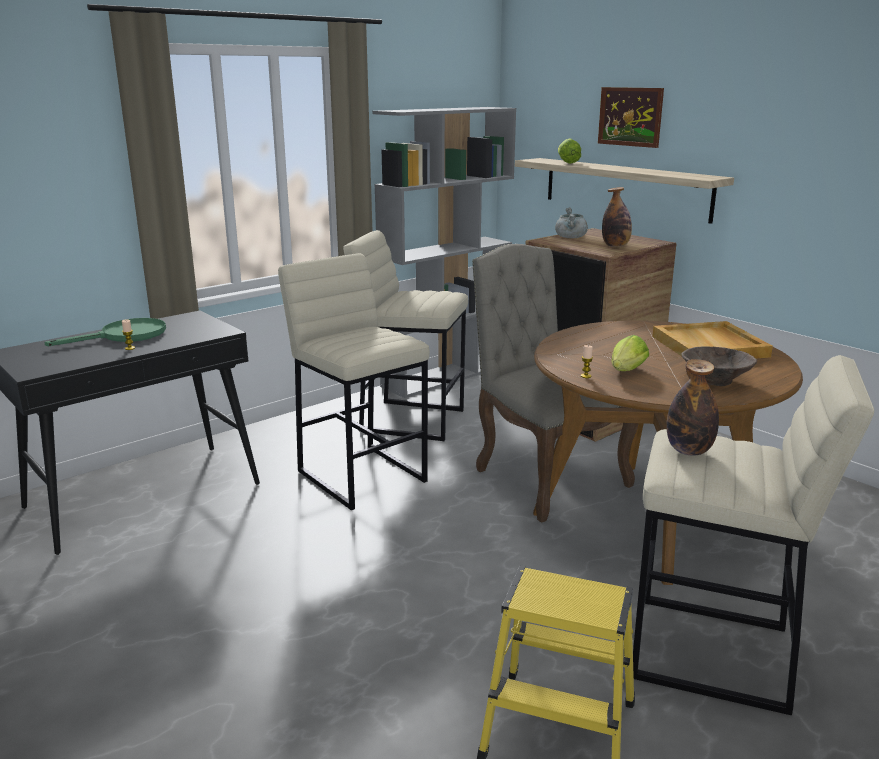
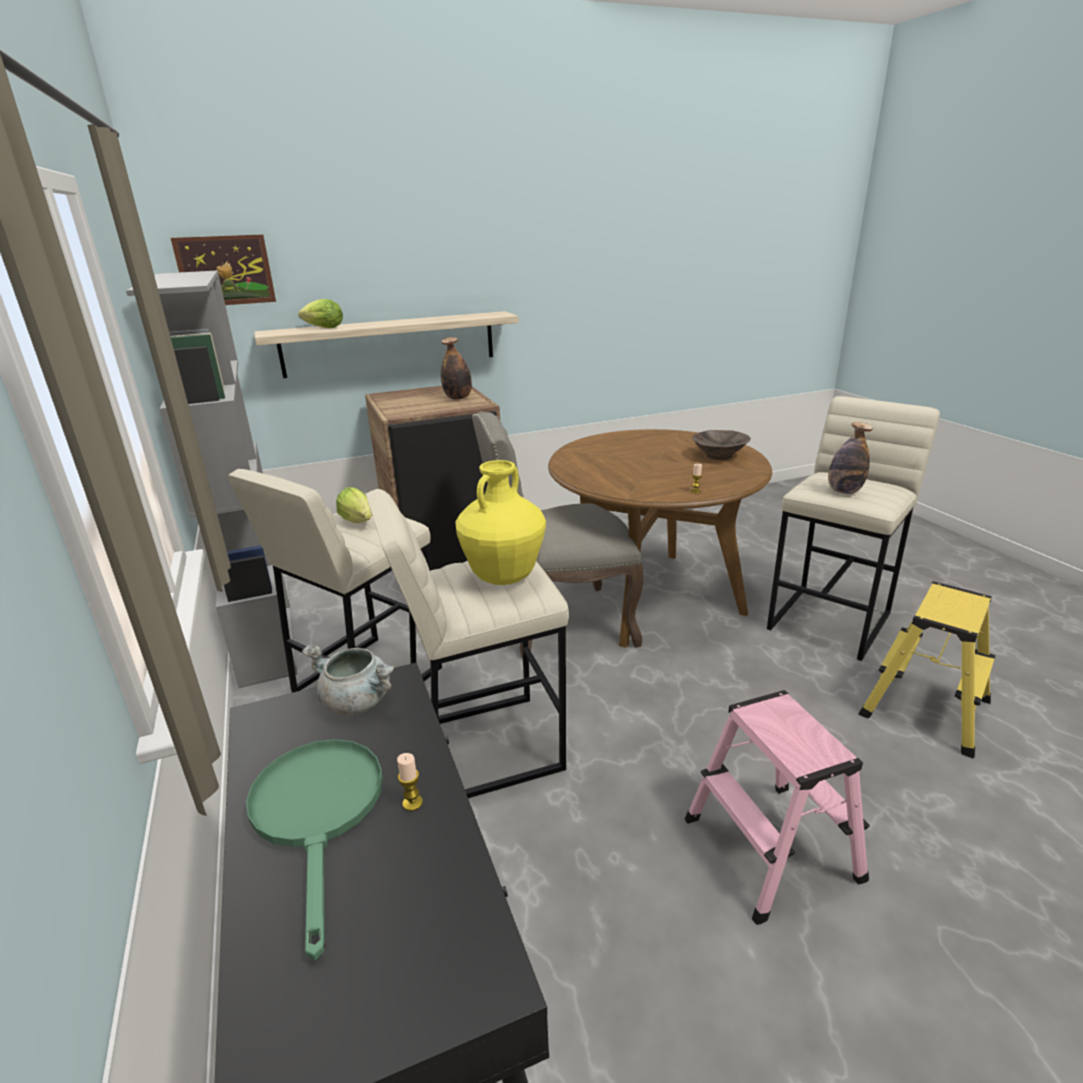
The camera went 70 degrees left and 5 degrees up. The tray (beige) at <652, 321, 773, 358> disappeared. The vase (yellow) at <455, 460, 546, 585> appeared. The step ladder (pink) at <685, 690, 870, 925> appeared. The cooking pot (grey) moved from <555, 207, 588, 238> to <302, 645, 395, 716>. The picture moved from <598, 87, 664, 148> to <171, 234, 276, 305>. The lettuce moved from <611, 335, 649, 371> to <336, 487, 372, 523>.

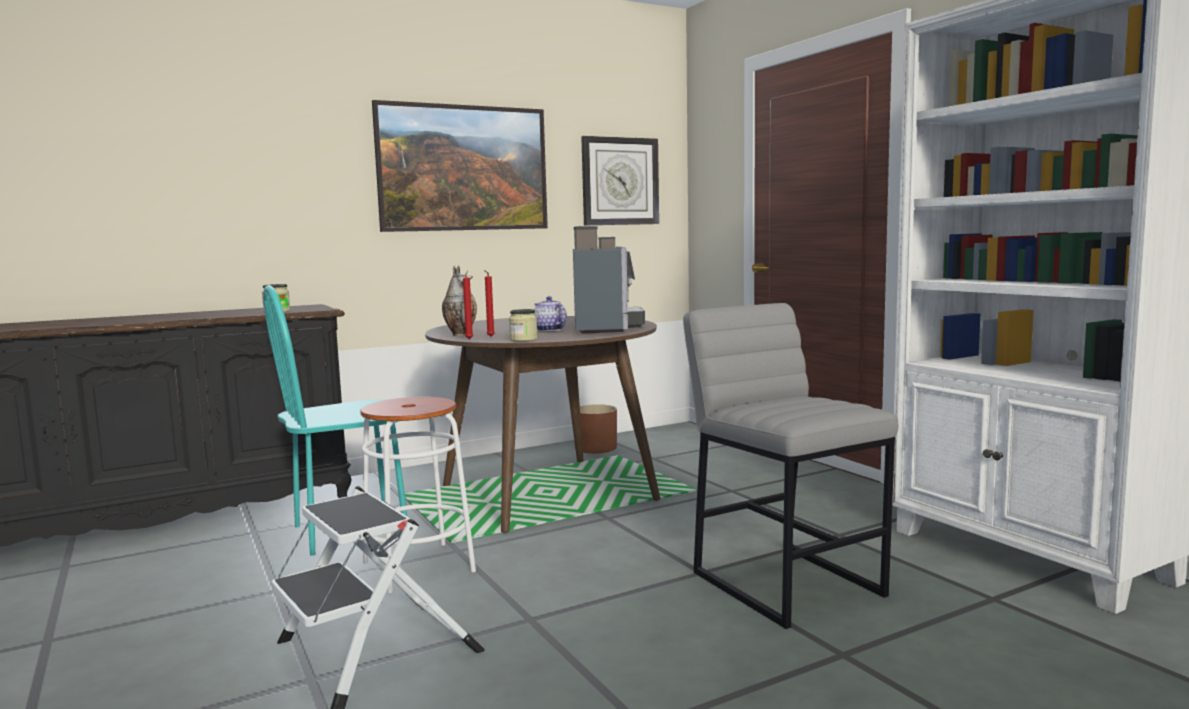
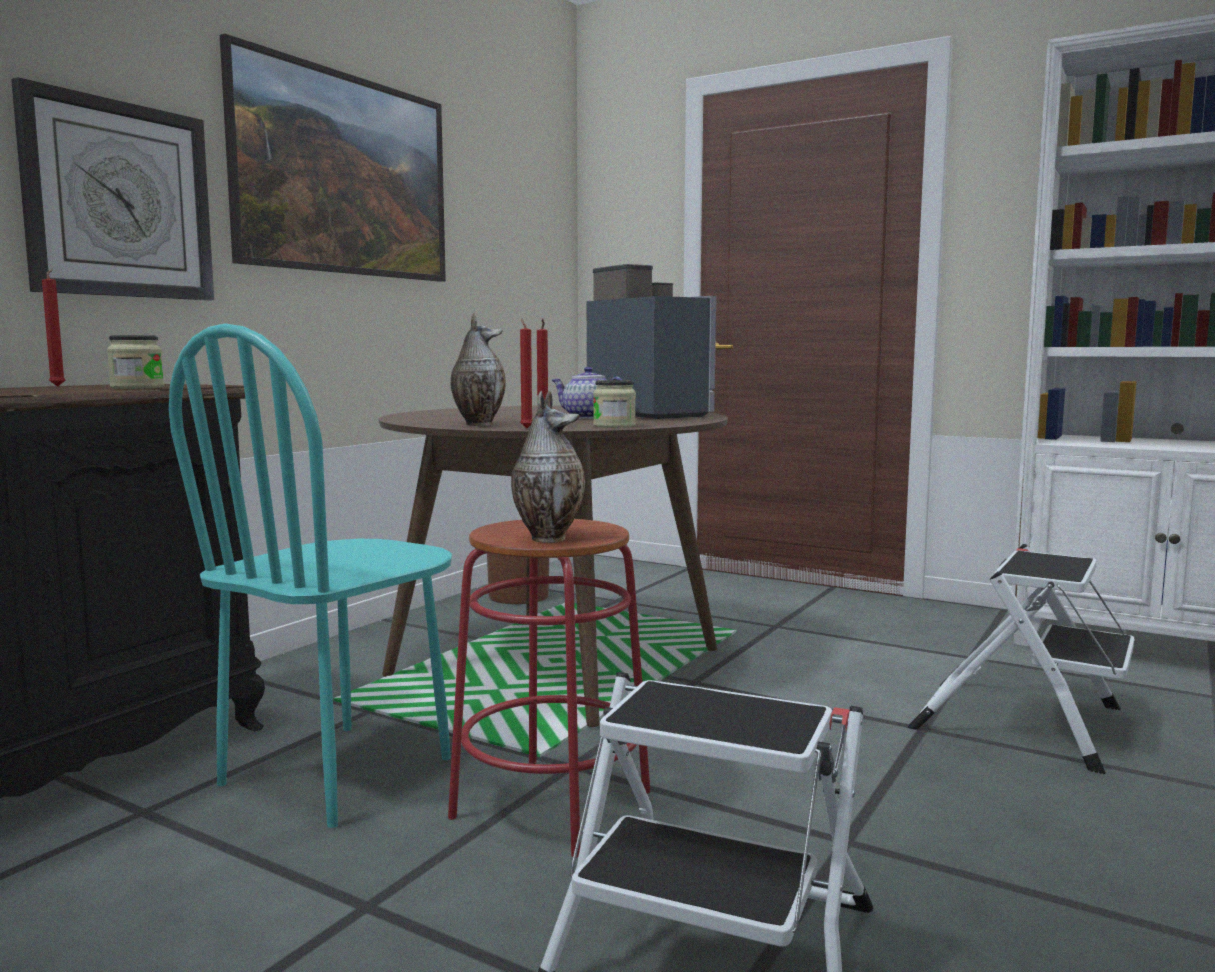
The camera went 30 degrees left and 0 degrees up. The candle (red) at <42, 269, 65, 387> appeared. The vase at <511, 391, 585, 543> appeared. The wall clock moved from <581, 136, 659, 225> to <11, 77, 214, 300>. The chair (grey) at <683, 303, 898, 629> was replaced by the step ladder at <908, 544, 1134, 774>. The stool (white) at <360, 397, 476, 593> became the stool (red) at <448, 519, 650, 858>.

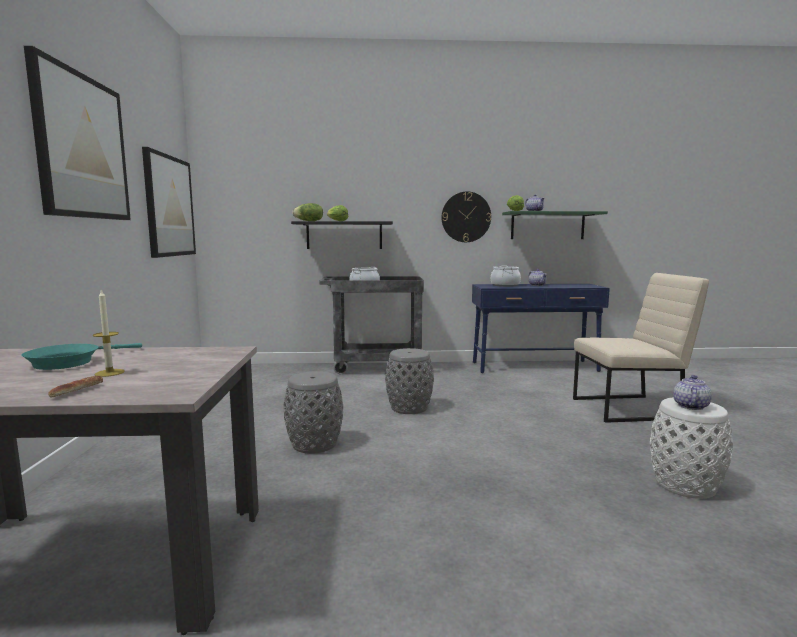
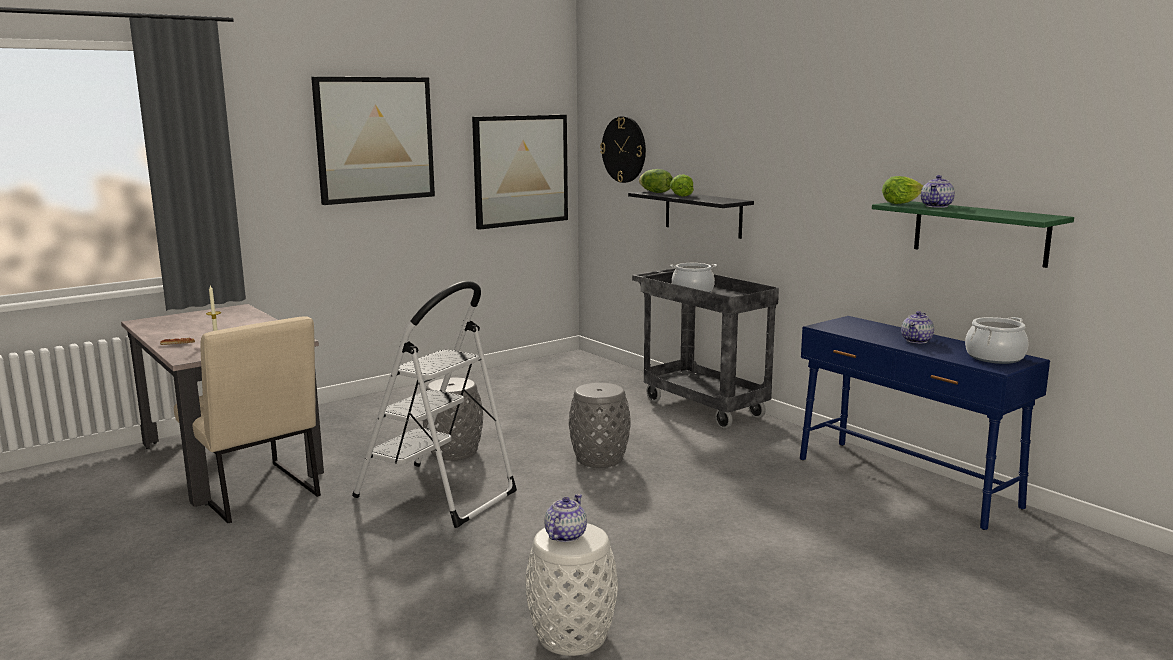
The camera went 55 degrees right and 5 degrees up. The frying pan (turquoise) at <21, 343, 142, 370> disappeared. The step ladder at <352, 281, 517, 528> appeared. The wall clock moved from <442, 192, 491, 242> to <600, 116, 646, 183>. The cooking pot moved from <491, 265, 521, 287> to <965, 317, 1028, 364>. The chair (beige) moved from <573, 273, 709, 423> to <174, 316, 321, 523>. The teapot at <673, 375, 712, 410> turned 60 degrees counterclockwise.

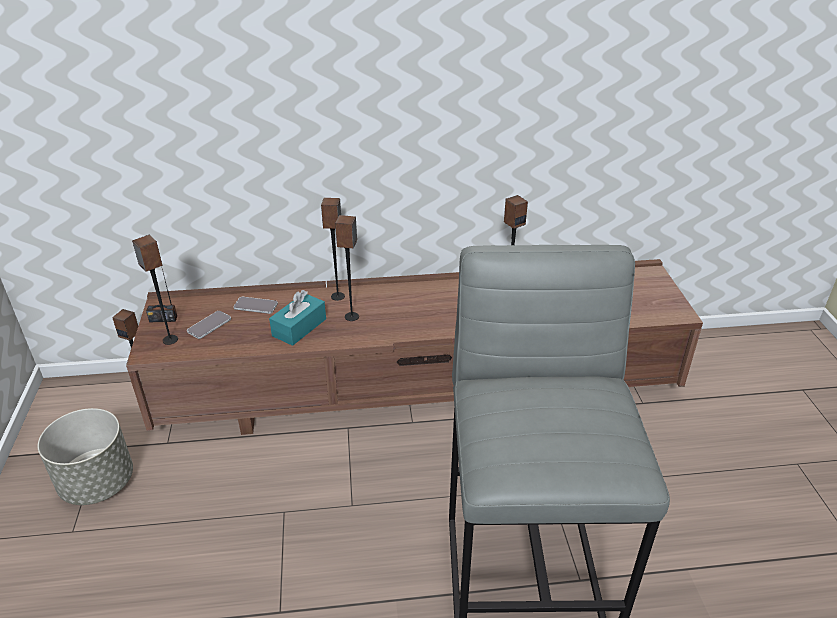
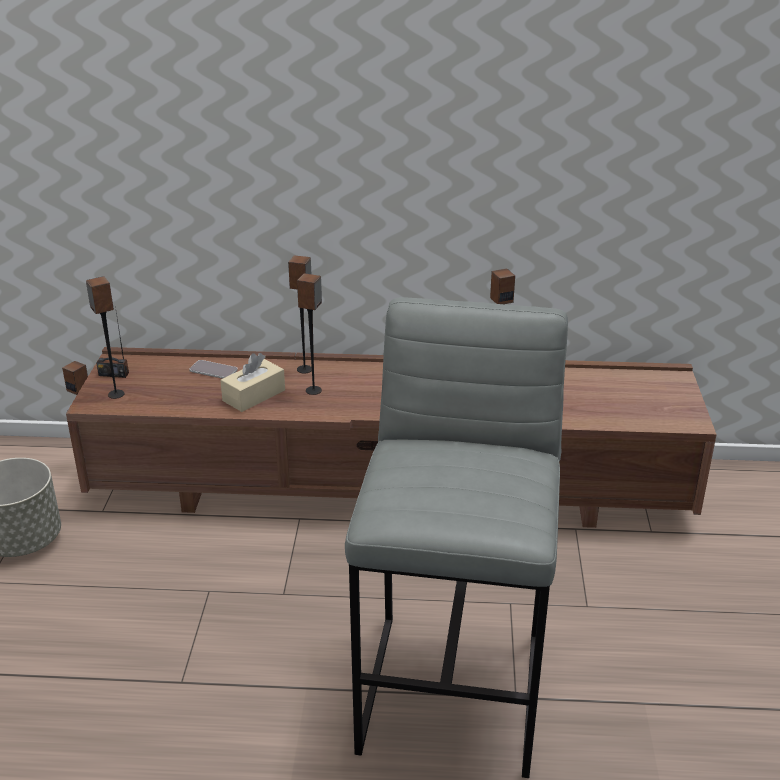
The camera went 10 degrees right and 5 degrees down. The phone at <187, 311, 231, 339> disappeared. The tissue box (turquoise) at <269, 290, 326, 346> became the tissue box (beige) at <220, 353, 285, 412>.

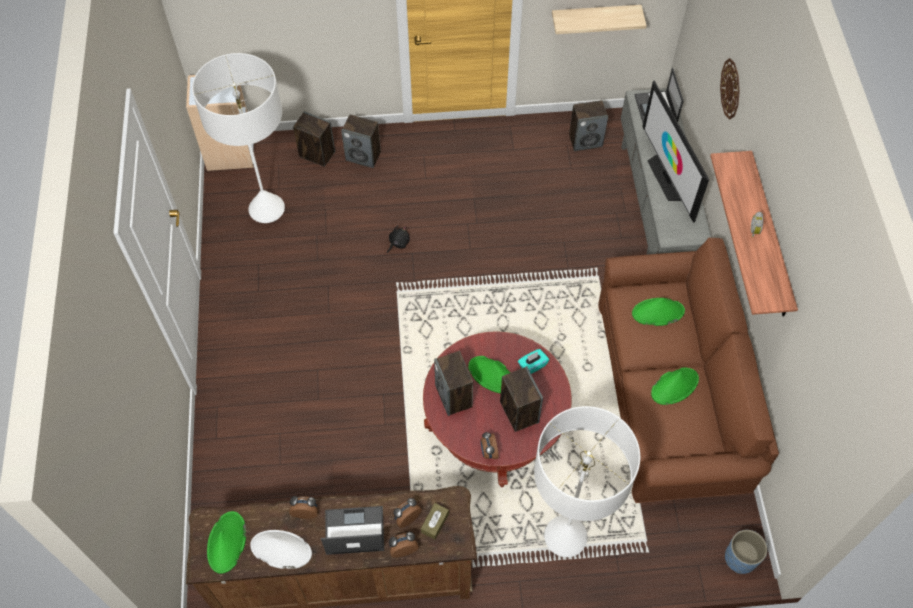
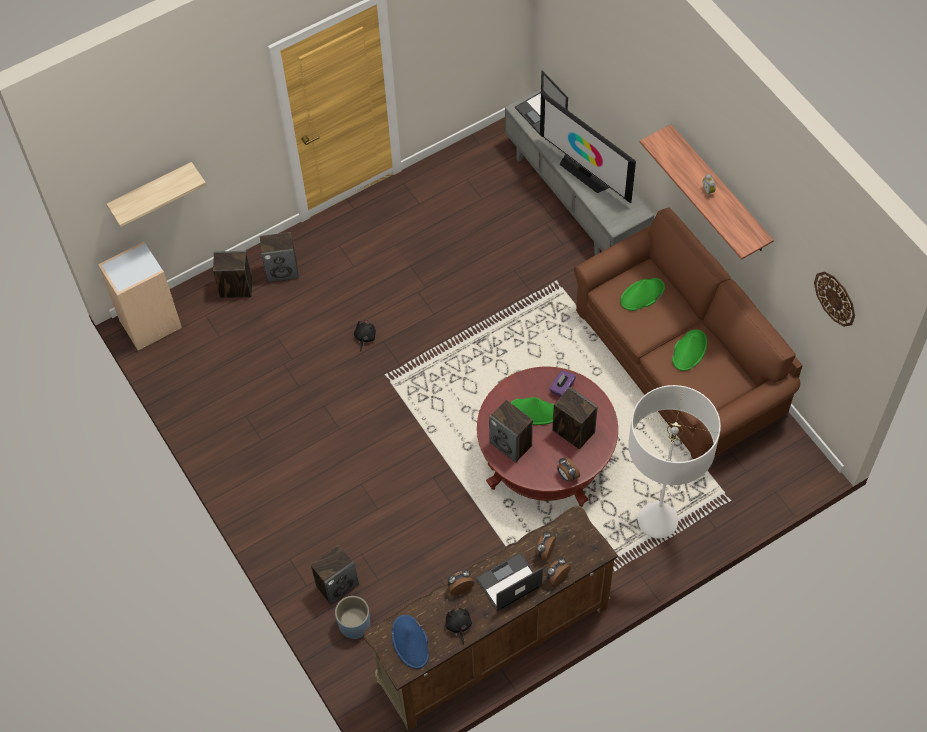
The camera went 25 degrees left and 0 degrees up. The floor lamp (white) at <192, 53, 285, 223> disappeared. The tissue box (brown) at <421, 503, 449, 540> disappeared. The shelf moved from <552, 5, 647, 34> to <106, 162, 206, 227>. The speaker moved from <569, 100, 608, 151> to <311, 545, 359, 605>. The wall clock moved from <720, 58, 740, 119> to <814, 271, 855, 327>. The planter (blue) moved from <725, 530, 767, 574> to <335, 596, 370, 639>. The hat (white) at <250, 530, 312, 569> was replaced by the plush toy (black) at <446, 605, 472, 644>. The hat (green) at <207, 511, 246, 574> became the hat (blue) at <392, 615, 429, 669>. The tissue box (turquoise) at <518, 349, 549, 374> became the tissue box (purple) at <550, 370, 576, 397>.

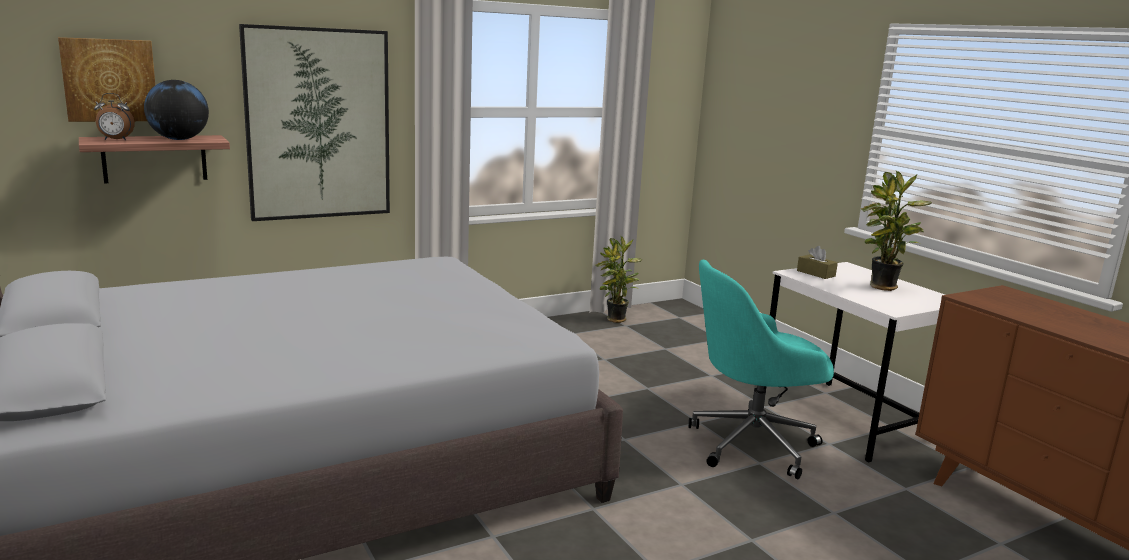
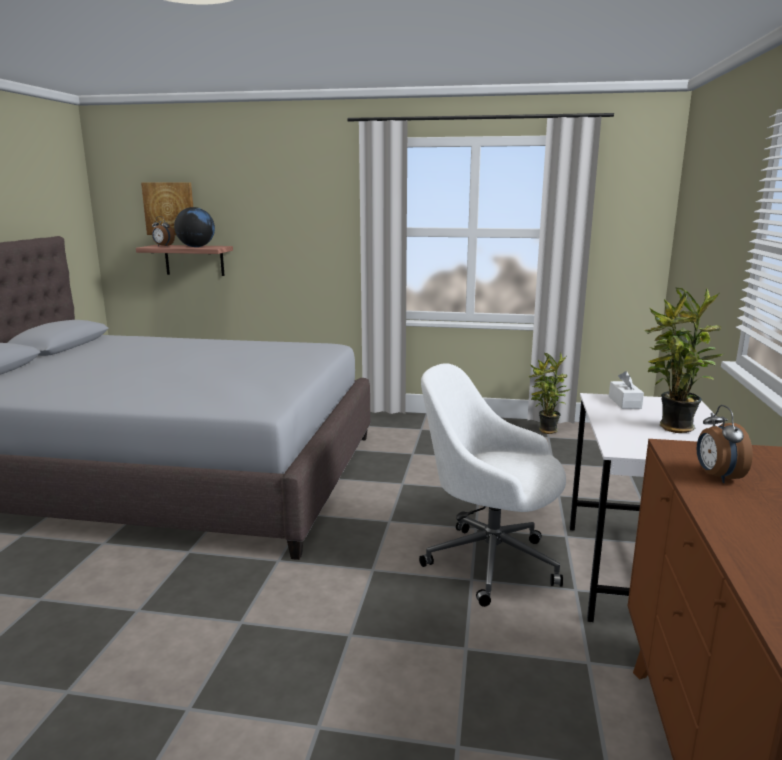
The camera went 40 degrees right and 0 degrees up. The picture at <239, 24, 390, 221> disappeared. The alarm clock at <697, 405, 753, 483> appeared. The office chair (turquoise) at <688, 260, 834, 479> became the office chair (white) at <419, 363, 566, 607>. The tissue box (brown) at <797, 246, 838, 279> became the tissue box (white) at <609, 371, 644, 409>.

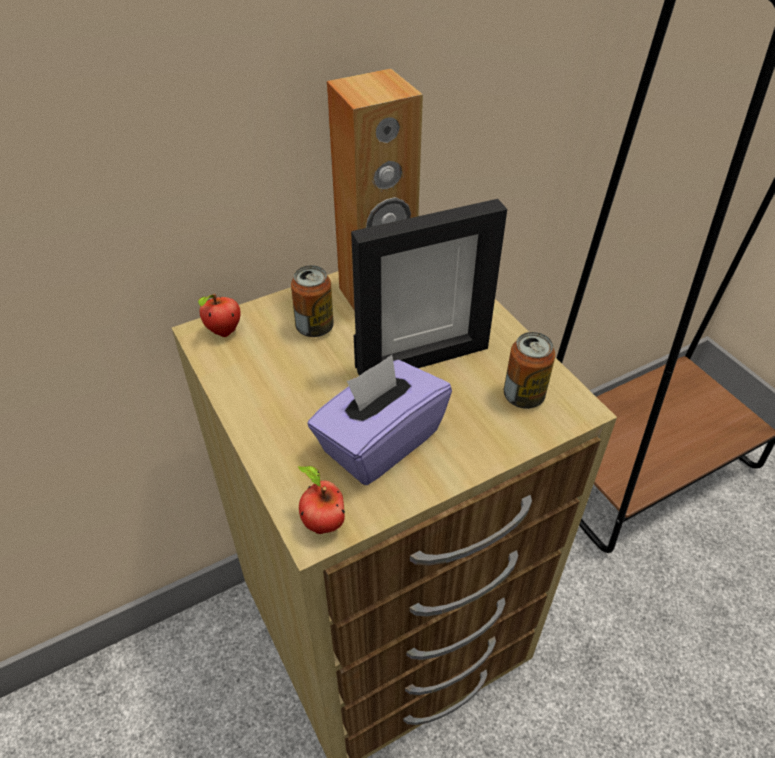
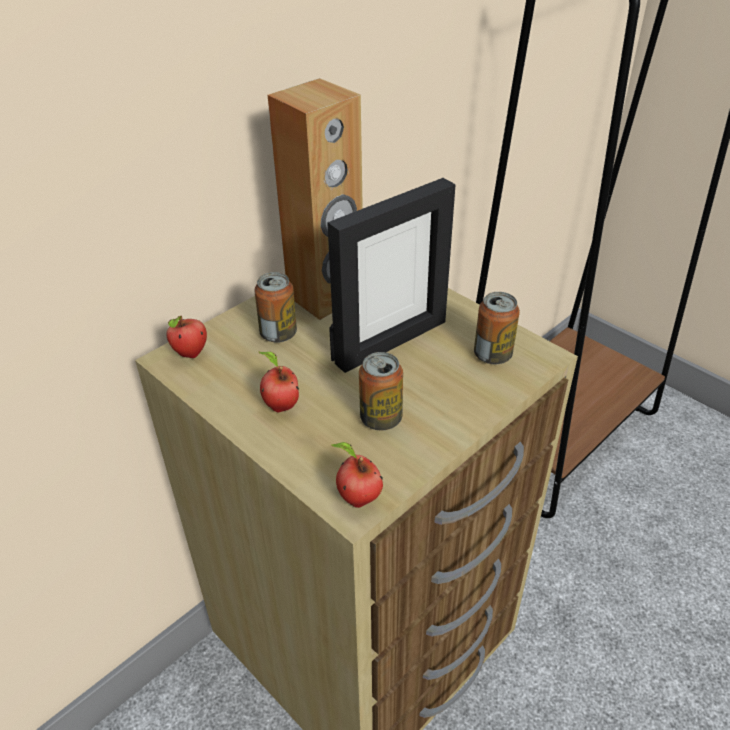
The camera went 15 degrees left and 5 degrees down. The apple at <259, 352, 299, 412> appeared. The tissue box (purple) at <307, 355, 452, 485> was replaced by the can at <359, 352, 403, 430>.

